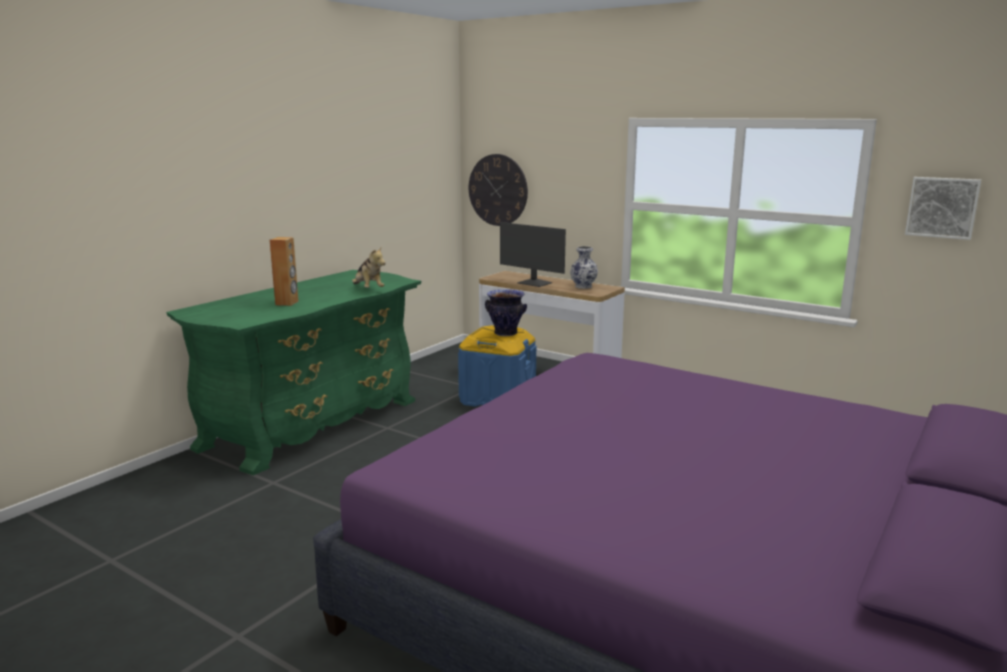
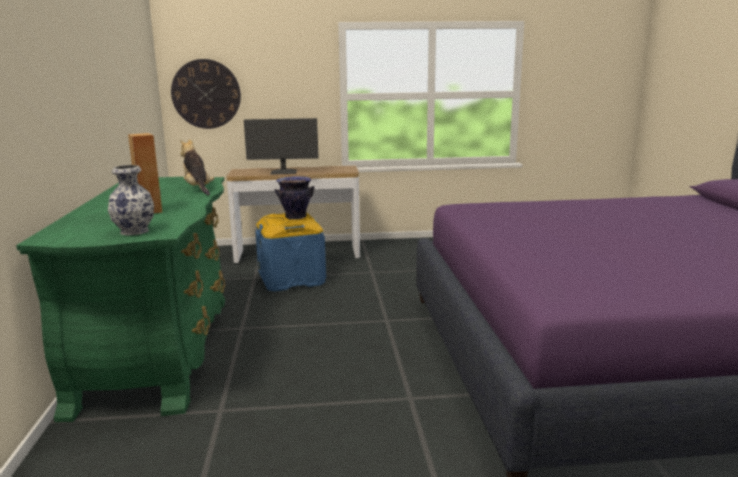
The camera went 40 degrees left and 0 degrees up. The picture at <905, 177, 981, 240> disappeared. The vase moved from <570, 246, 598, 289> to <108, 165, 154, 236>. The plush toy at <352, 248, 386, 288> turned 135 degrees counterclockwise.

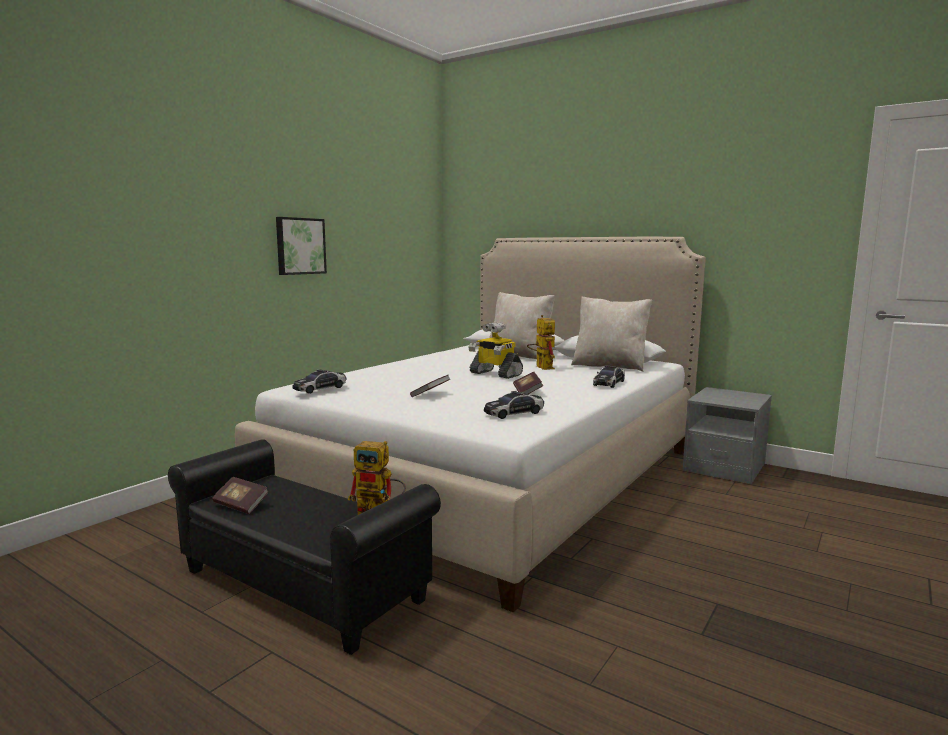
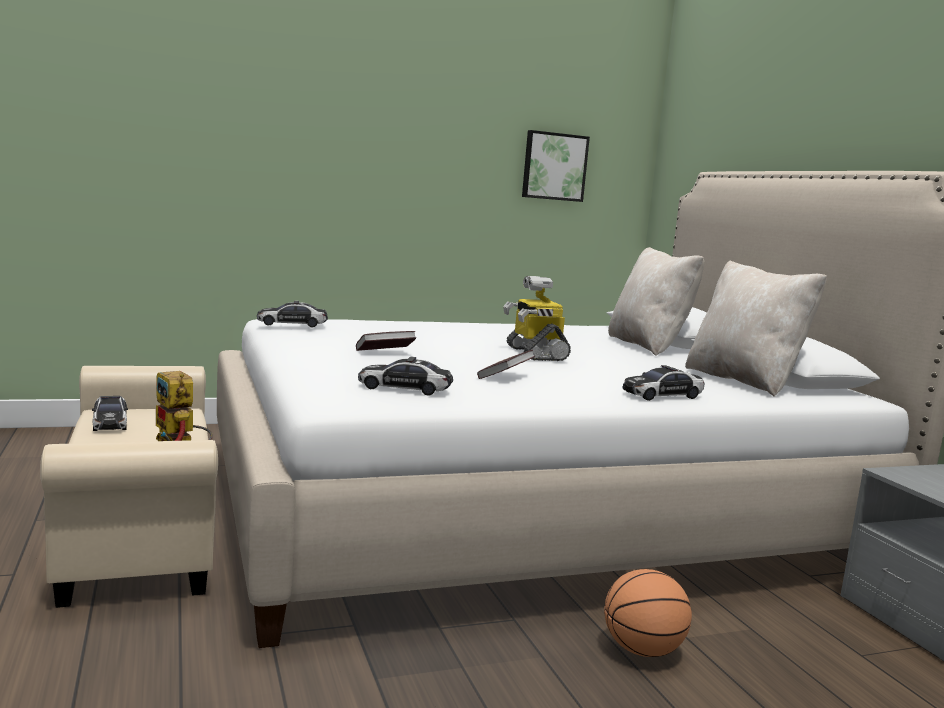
The camera went 35 degrees right and 0 degrees up. The toy robot at <527, 315, 555, 370> disappeared. The basketball at <604, 569, 692, 657> appeared. The picture moved from <276, 217, 327, 275> to <522, 130, 590, 202>. The book at <212, 477, 269, 514> was replaced by the toy car at <92, 396, 128, 431>. The ottoman (black) at <168, 439, 441, 655> became the ottoman (beige) at <40, 366, 218, 608>.

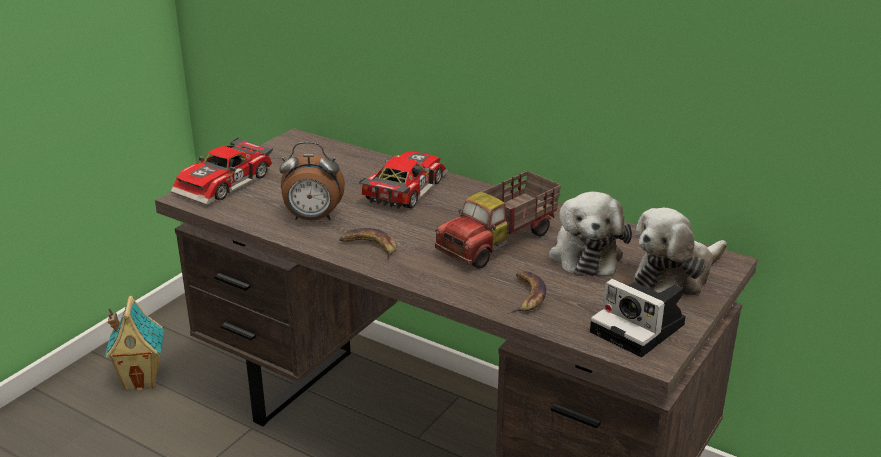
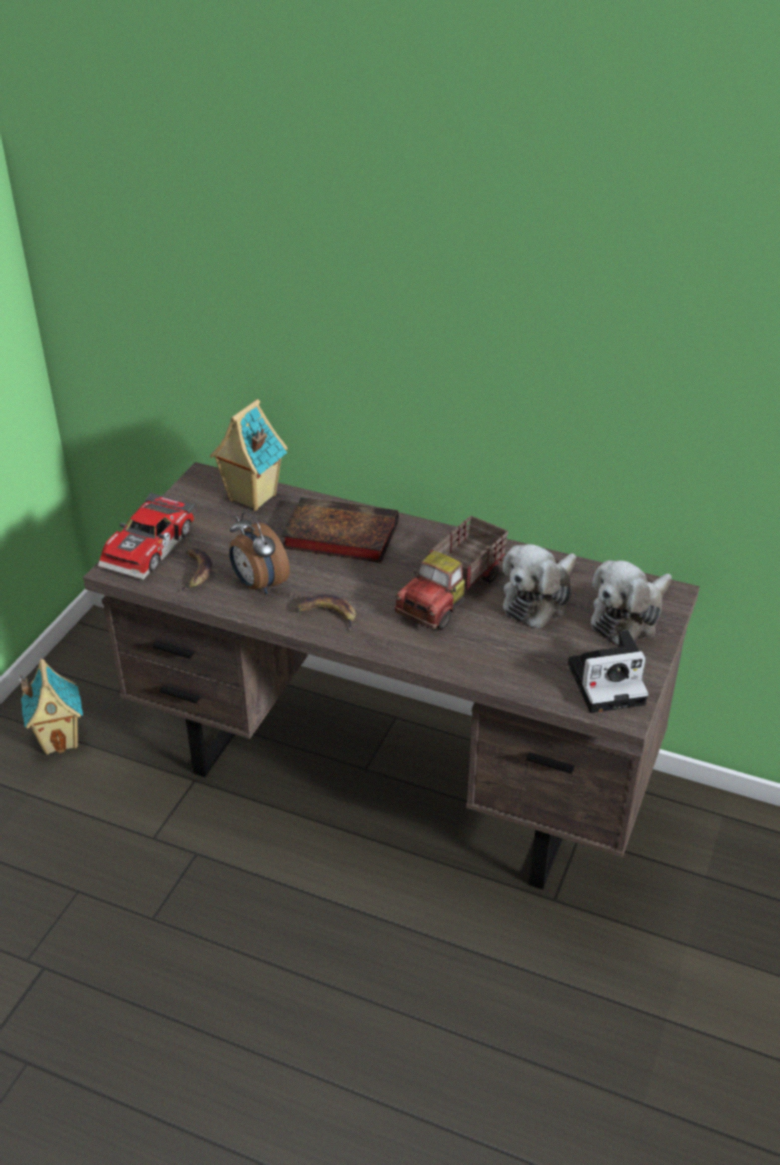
The camera went 10 degrees left and 10 degrees up. The toy house at <210, 399, 288, 511> appeared. The banana moved from <508, 271, 546, 314> to <178, 548, 212, 592>. The toy car at <359, 151, 448, 209> was replaced by the book at <281, 497, 399, 563>. The alarm clock at <279, 142, 345, 220> turned 60 degrees clockwise. The plush toy at <549, 192, 632, 276> turned 45 degrees clockwise. The photo camera at <590, 279, 686, 357> turned 45 degrees counterclockwise.

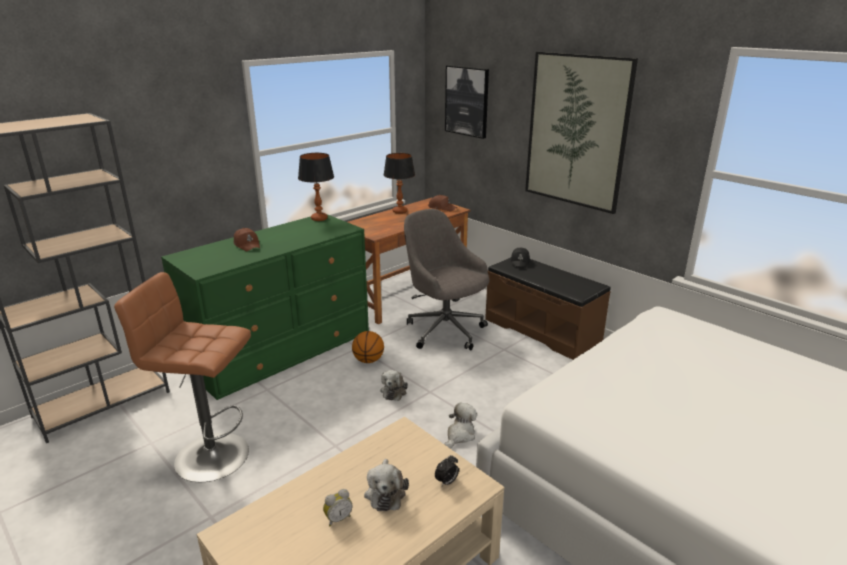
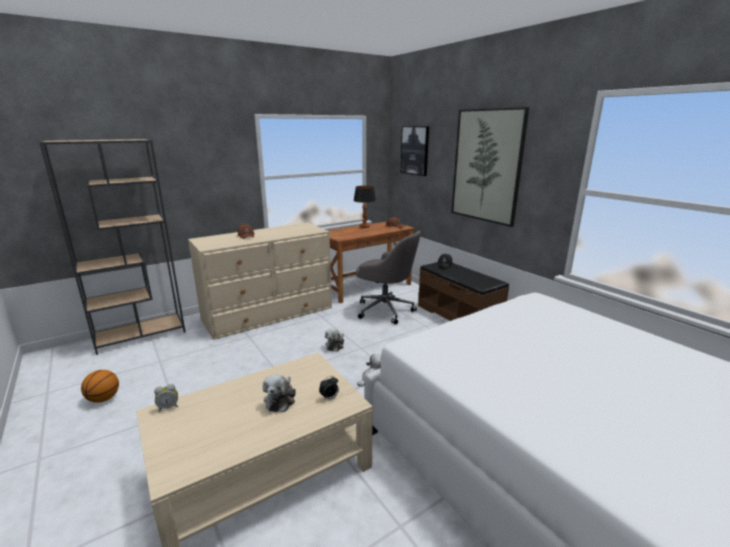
The camera went 10 degrees right and 5 degrees down. The stool (brown) at <114, 272, 251, 482> disappeared. The table lamp at <298, 153, 334, 221> disappeared. The alarm clock moved from <323, 489, 352, 526> to <154, 384, 178, 412>. The basketball moved from <352, 331, 384, 363> to <81, 370, 119, 403>. The dresser (green) at <161, 214, 369, 400> became the dresser (beige) at <188, 222, 332, 340>. The office chair (grey) at <404, 209, 489, 350> turned 150 degrees clockwise.

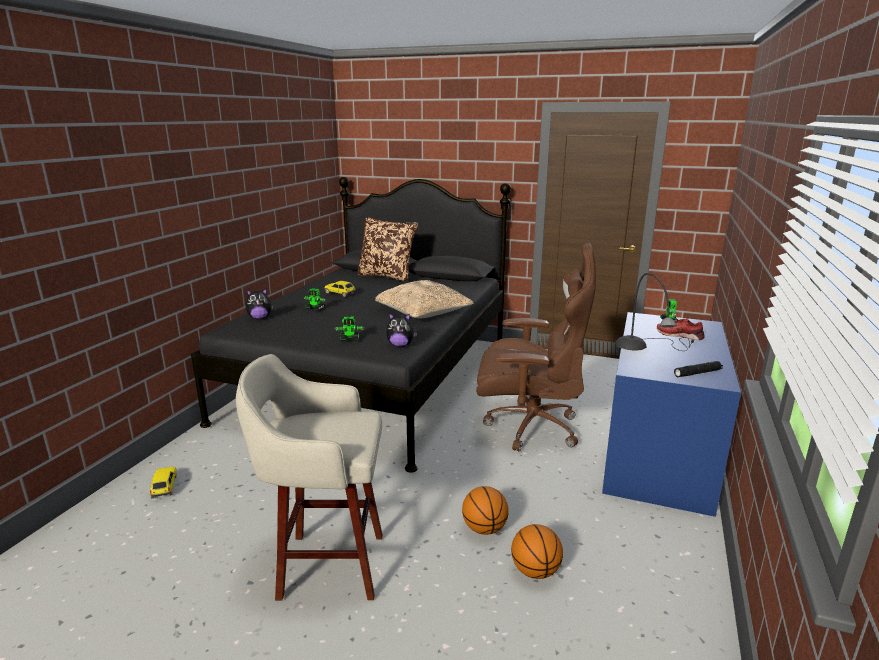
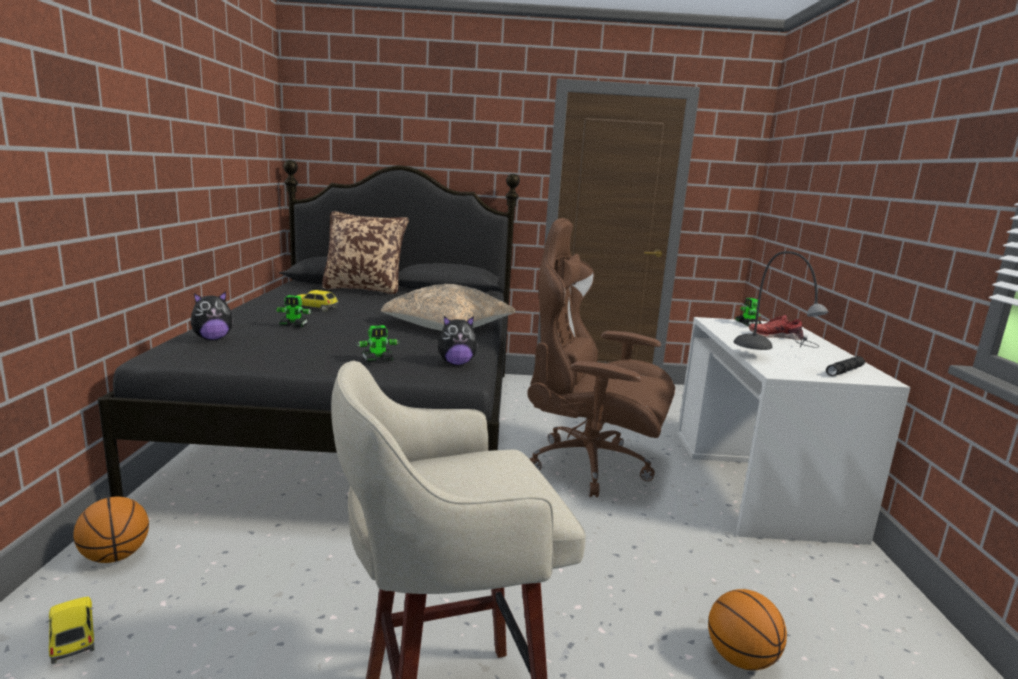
The camera went 20 degrees left and 5 degrees down. The basketball moved from <462, 486, 509, 535> to <74, 497, 149, 563>. The desk (blue) at <602, 312, 741, 517> became the desk (white) at <677, 317, 911, 545>. The office chair (brown) at <476, 243, 596, 451> turned 150 degrees counterclockwise.

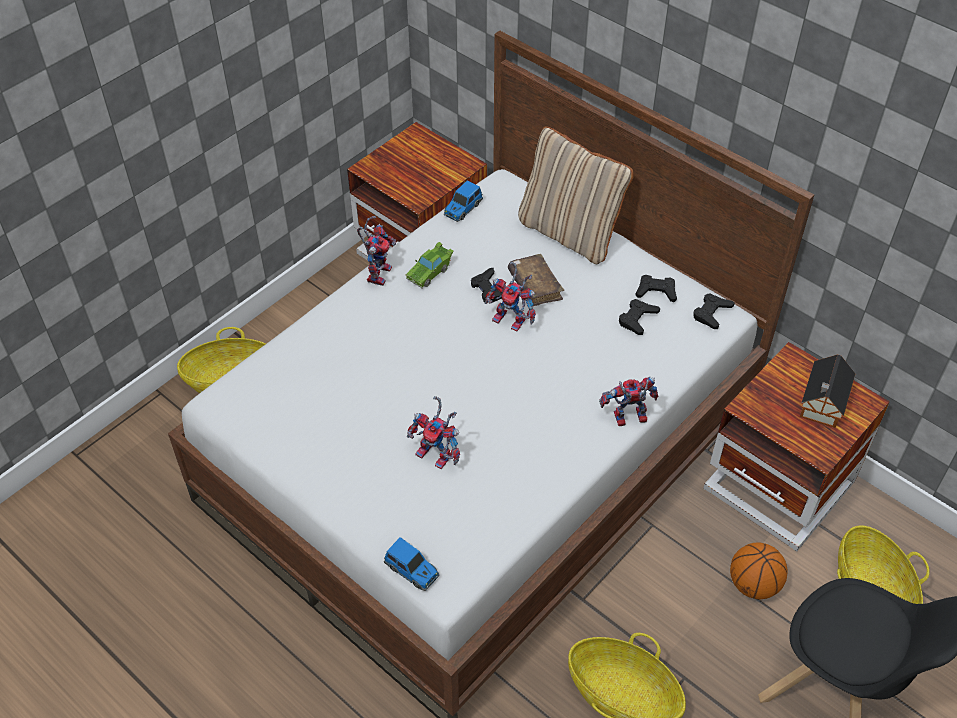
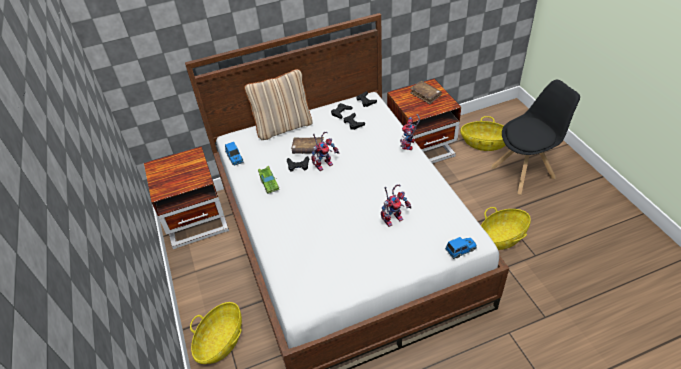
The camera went 60 degrees left and 5 degrees down. The toy robot at <357, 216, 396, 286> disappeared. The basketball at <730, 542, 788, 599> disappeared. The toy house at <800, 355, 856, 428> was replaced by the book (brown) at <410, 81, 442, 104>.

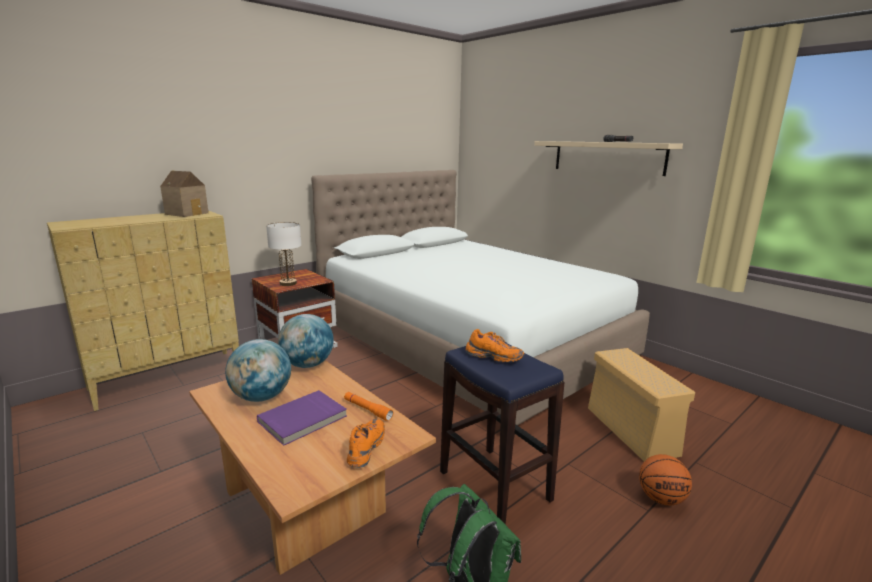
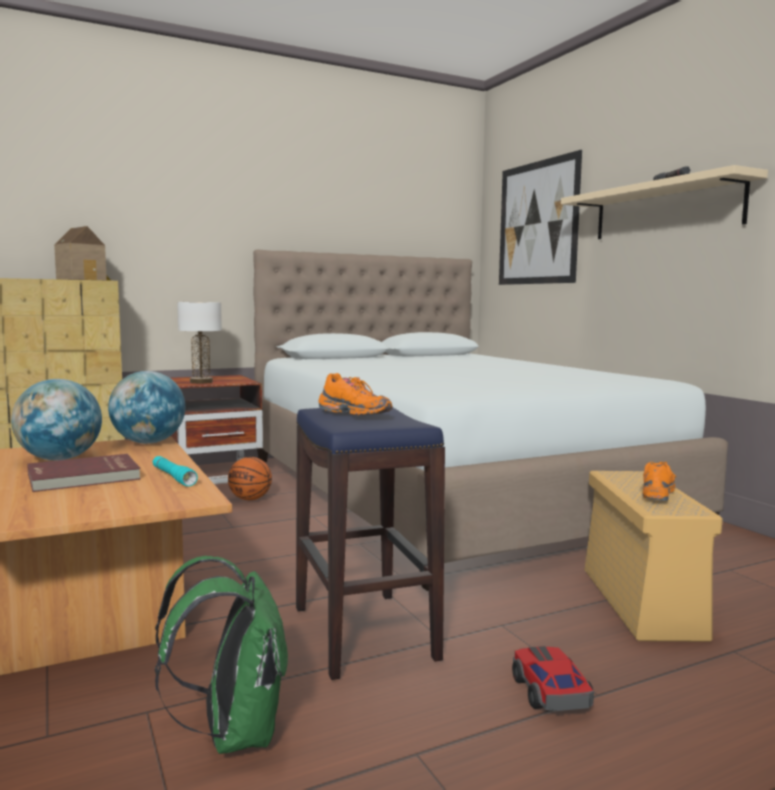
The camera went 15 degrees right and 10 degrees down. The picture at <499, 150, 582, 285> appeared. The toy car at <512, 646, 594, 711> appeared. The shoe (orange) moved from <347, 419, 385, 468> to <643, 462, 676, 501>. The basketball moved from <639, 454, 692, 505> to <228, 457, 272, 500>. The book (purple) at <257, 390, 347, 446> became the book (red) at <27, 454, 141, 492>. The flashlight (orange) at <344, 392, 393, 421> became the flashlight (turquoise) at <153, 456, 198, 486>.

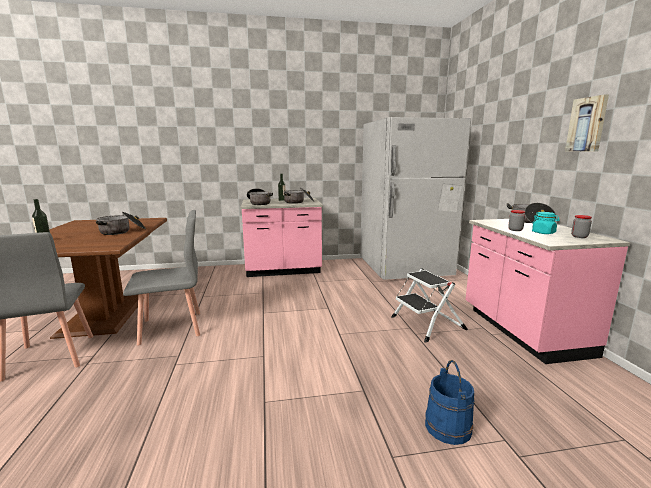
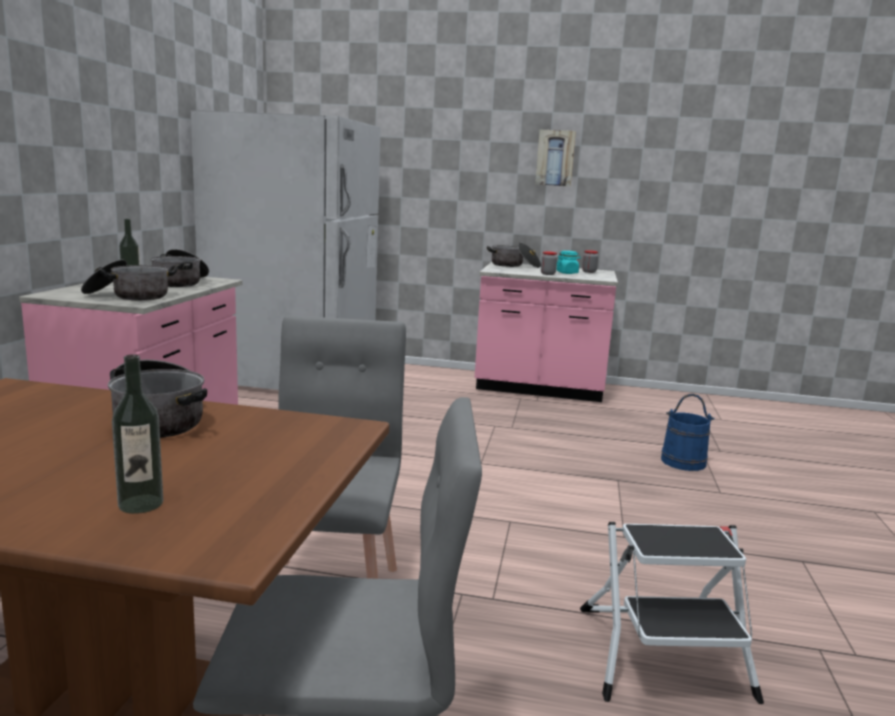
The camera went 70 degrees left and 0 degrees up. The step ladder moved from <391, 268, 468, 342> to <580, 522, 764, 704>.

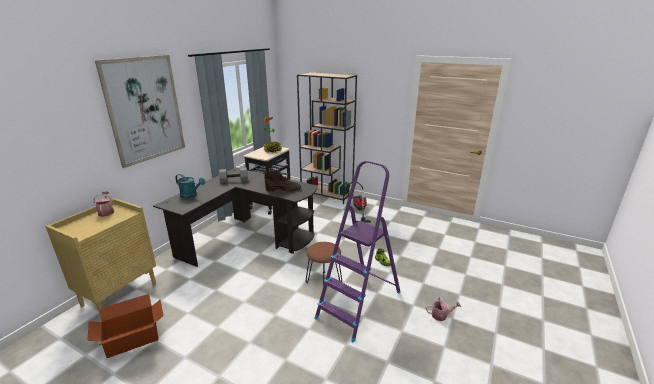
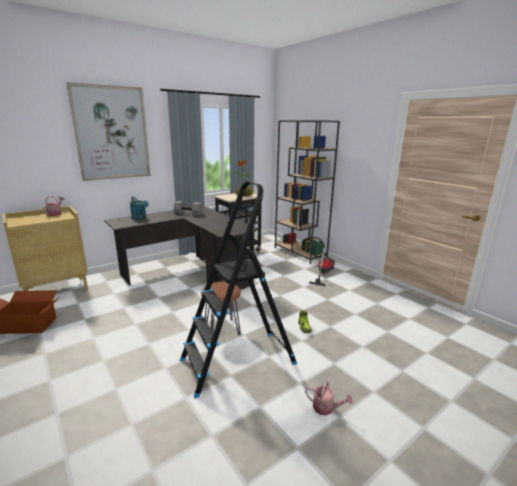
The camera went 25 degrees right and 5 degrees down. The boot (brown) at <264, 170, 301, 192> disappeared. The step ladder (purple) at <314, 161, 401, 343> became the step ladder (black) at <180, 180, 297, 398>.

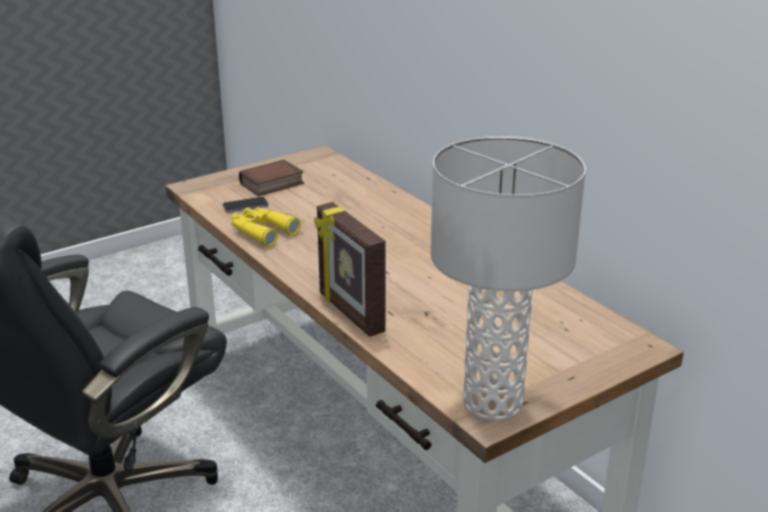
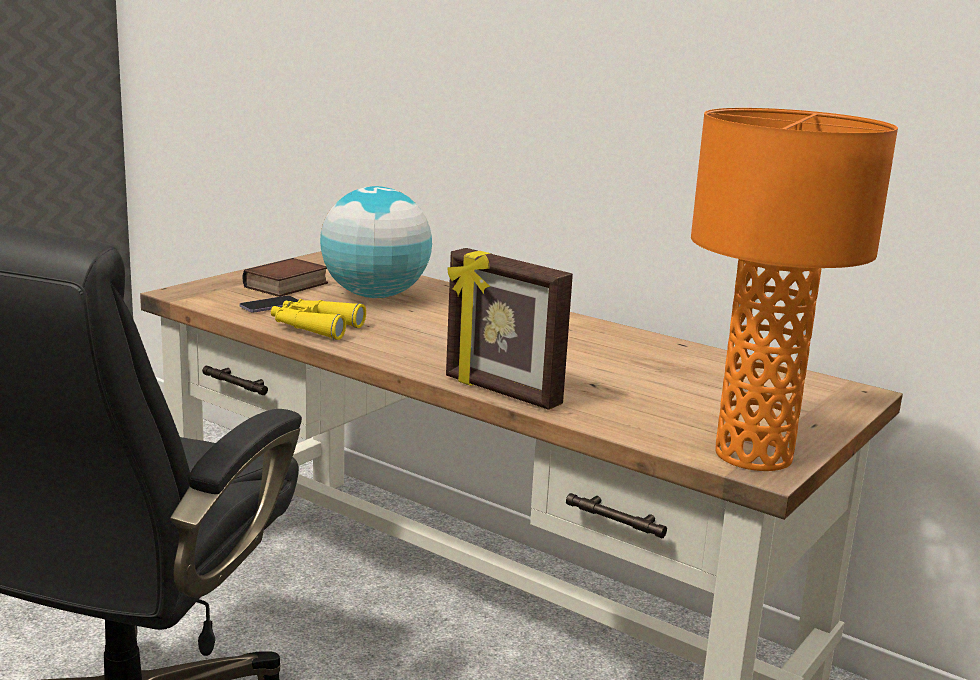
The camera went 20 degrees left and 10 degrees down. The globe at <320, 186, 432, 298> appeared. The table lamp (white) at <431, 136, 586, 421> became the table lamp (orange) at <691, 108, 898, 471>.

